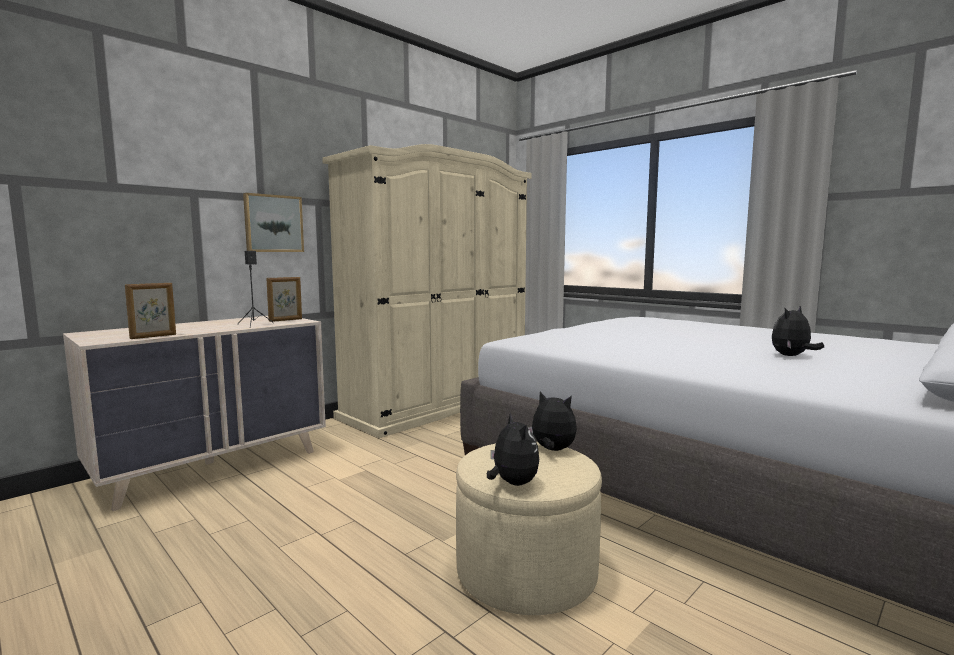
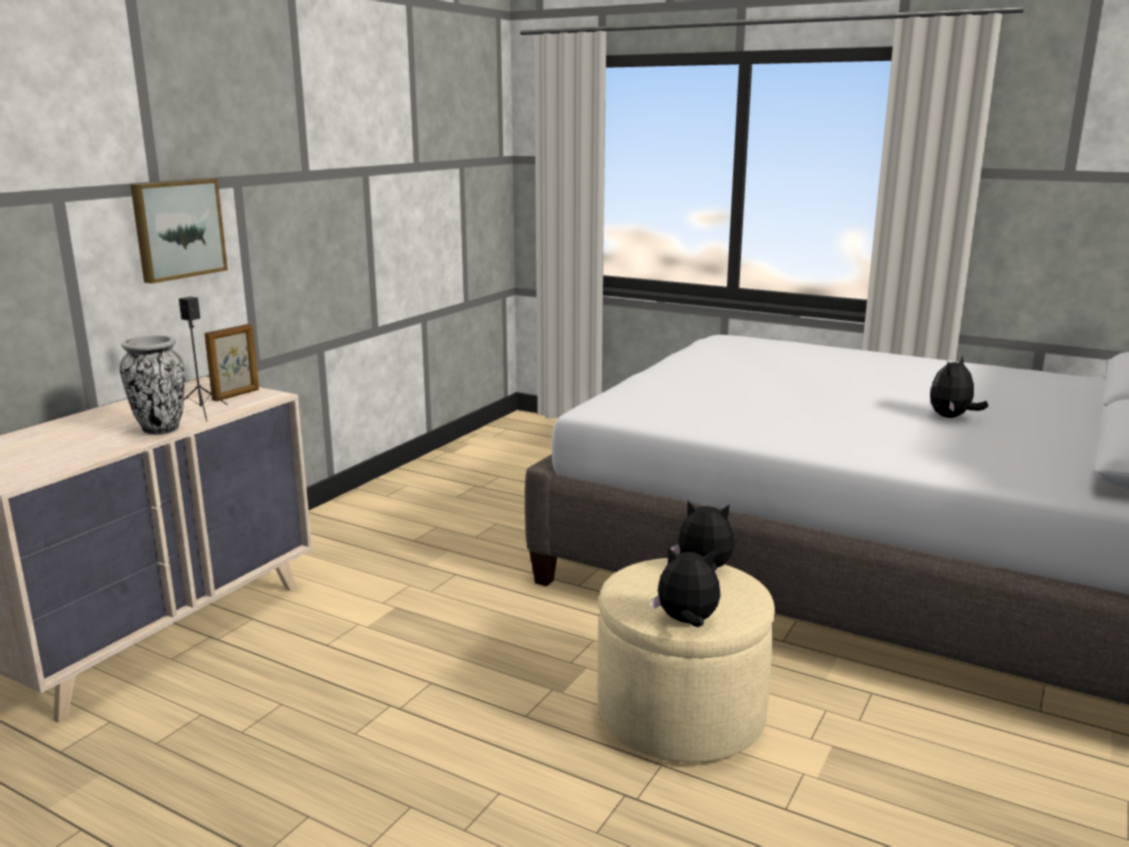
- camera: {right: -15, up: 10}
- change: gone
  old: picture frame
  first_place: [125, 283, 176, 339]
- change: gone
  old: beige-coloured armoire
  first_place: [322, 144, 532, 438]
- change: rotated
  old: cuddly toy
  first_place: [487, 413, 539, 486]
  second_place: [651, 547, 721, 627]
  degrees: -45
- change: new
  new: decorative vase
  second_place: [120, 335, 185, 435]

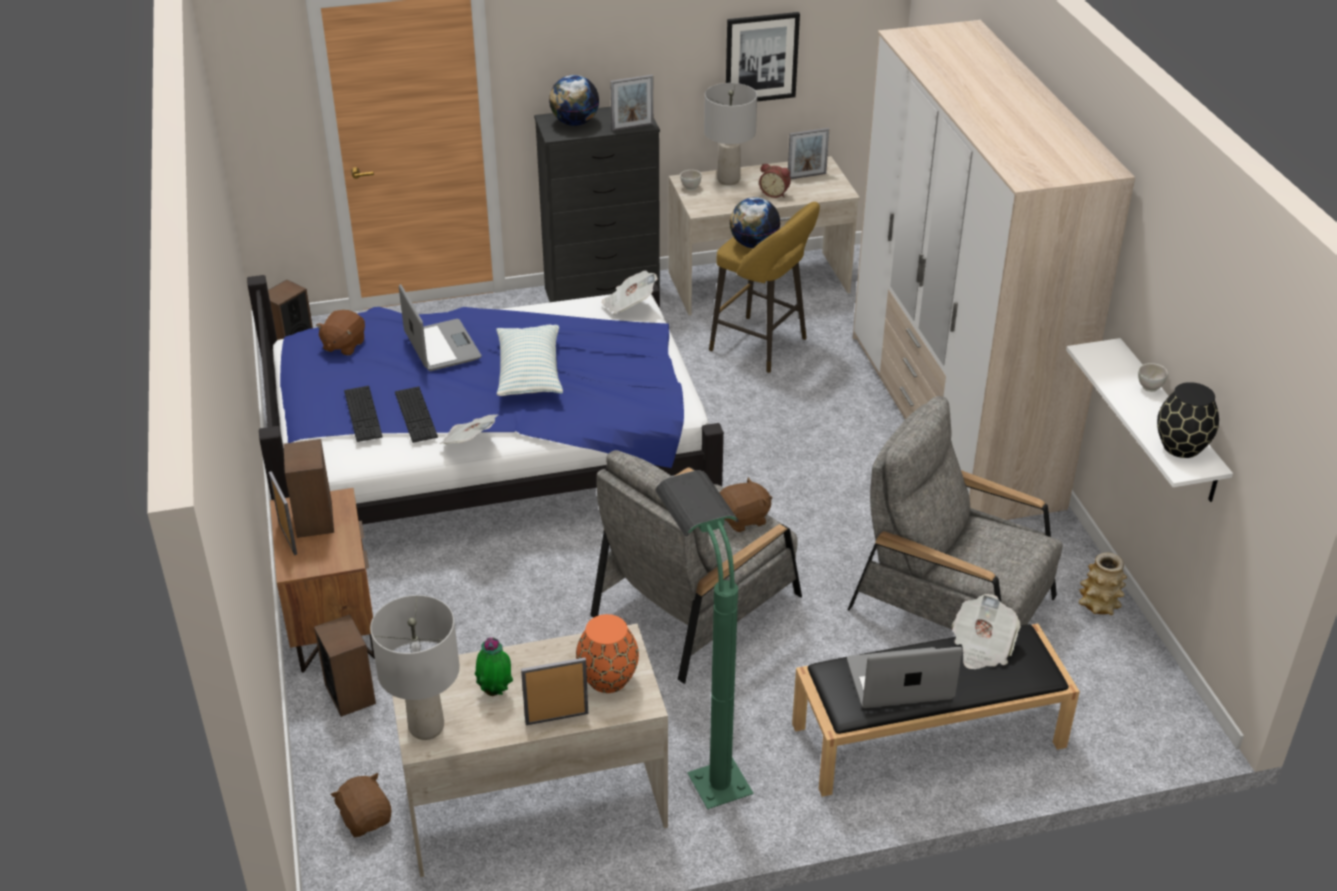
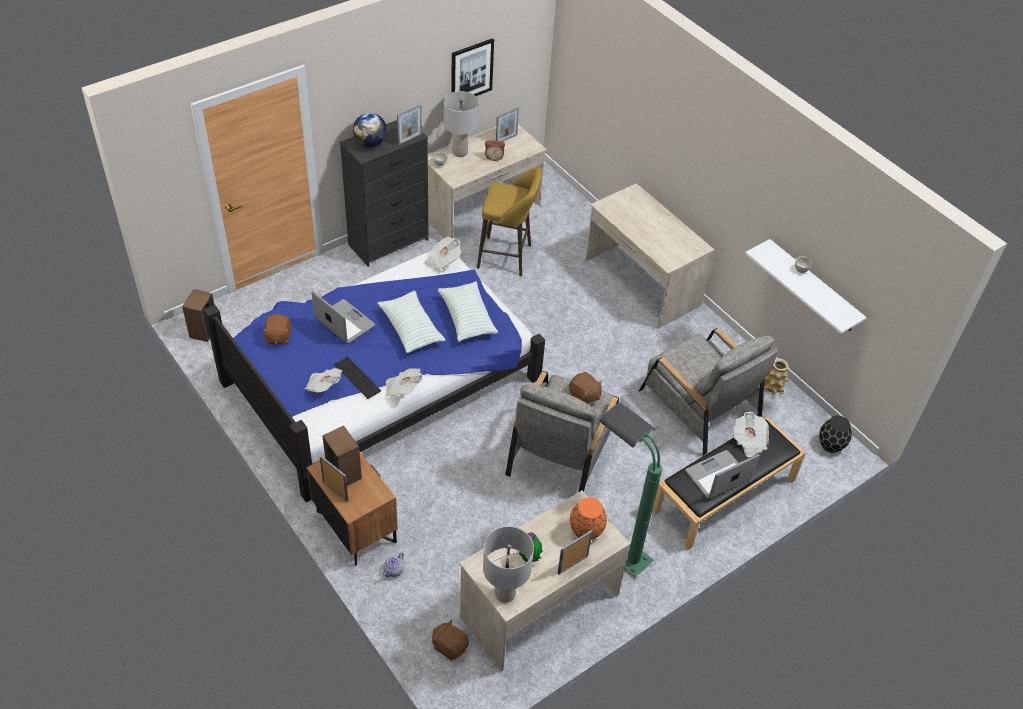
- camera: {right: -25, up: 10}
- change: swapped
  old: speaker
  new: pot for tea
  first_place: [314, 614, 376, 717]
  second_place: [383, 552, 404, 577]
- change: swapped
  old: PC keyboard
  new: daily paper
  first_place: [344, 386, 383, 442]
  second_place: [305, 368, 342, 392]
- change: rotated
  old: brownish cuddly toy
  first_place: [720, 477, 772, 532]
  second_place: [569, 372, 602, 404]
  degrees: 90
- change: gone
  old: desk globe
  first_place: [730, 197, 780, 248]
- change: rotated
  old: greyish lounge chair
  first_place: [848, 396, 1063, 630]
  second_place: [639, 328, 778, 456]
  degrees: -135
- change: swapped
  old: armoire
  new: beige-coloured desk unit
  first_place: [853, 20, 1135, 520]
  second_place: [585, 183, 714, 329]
- change: shifted
  old: black-coloured decorative vase
  first_place: [1157, 382, 1219, 458]
  second_place: [819, 416, 852, 453]
- change: new
  new: pillow
  second_place: [438, 281, 498, 342]

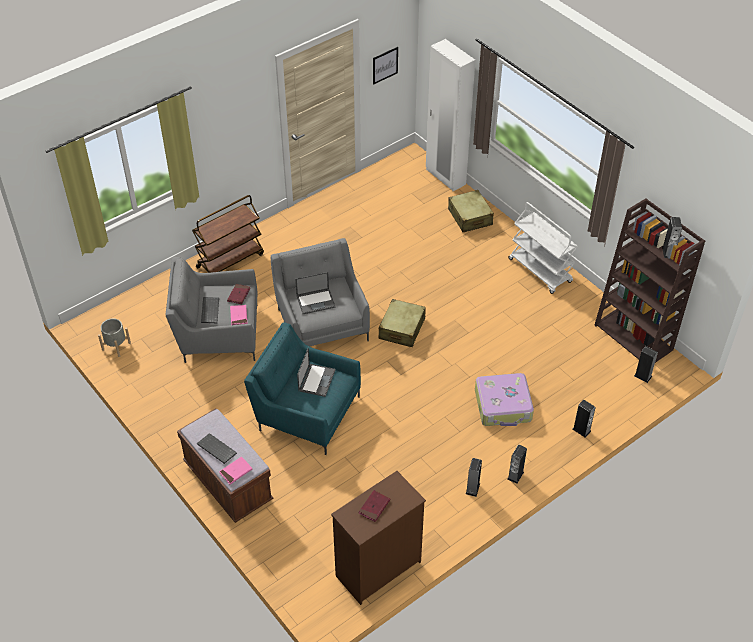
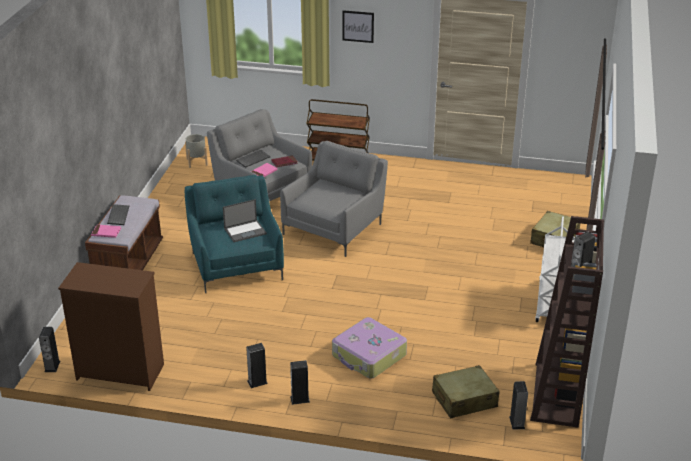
- camera: {right: 50, up: -15}
- change: gone
  old: laptop
  first_place: [295, 272, 336, 314]
- change: gone
  old: red-coloured volume
  first_place: [358, 490, 390, 522]
- change: shifted
  old: wall picture
  first_place: [373, 47, 398, 85]
  second_place: [343, 10, 374, 43]
- change: shifted
  old: beige-coloured suitcase
  first_place: [379, 299, 426, 347]
  second_place: [432, 365, 499, 419]
- change: gone
  old: whitish armoire
  first_place: [426, 39, 475, 191]
- change: shifted
  old: speaker
  first_place: [572, 400, 596, 437]
  second_place: [39, 327, 60, 372]

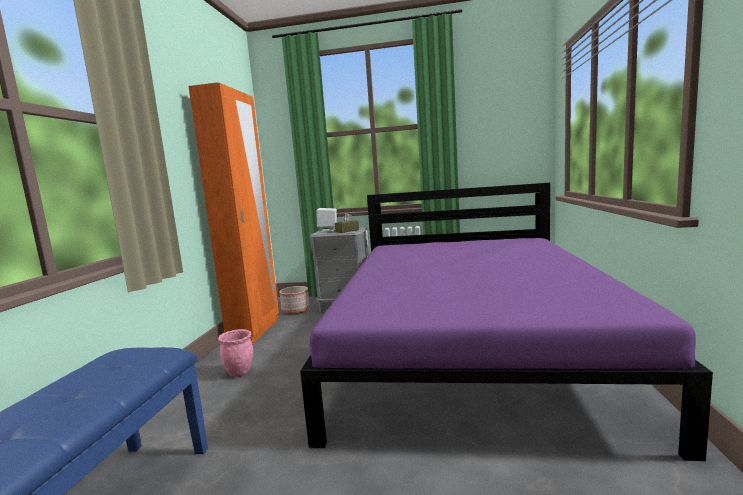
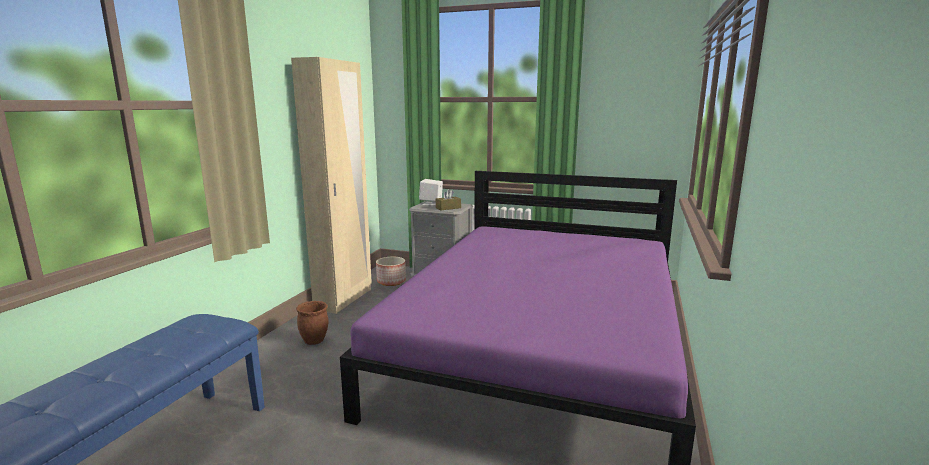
- camera: {right: 10, up: 5}
- change: repainted
  old: orangey armoire
  new: beige-coloured armoire
  first_place: [189, 83, 279, 345]
  second_place: [291, 57, 372, 314]
- change: repainted
  old: pink-coloured flower pot
  new: brownish flower pot
  first_place: [218, 329, 254, 377]
  second_place: [296, 301, 329, 345]

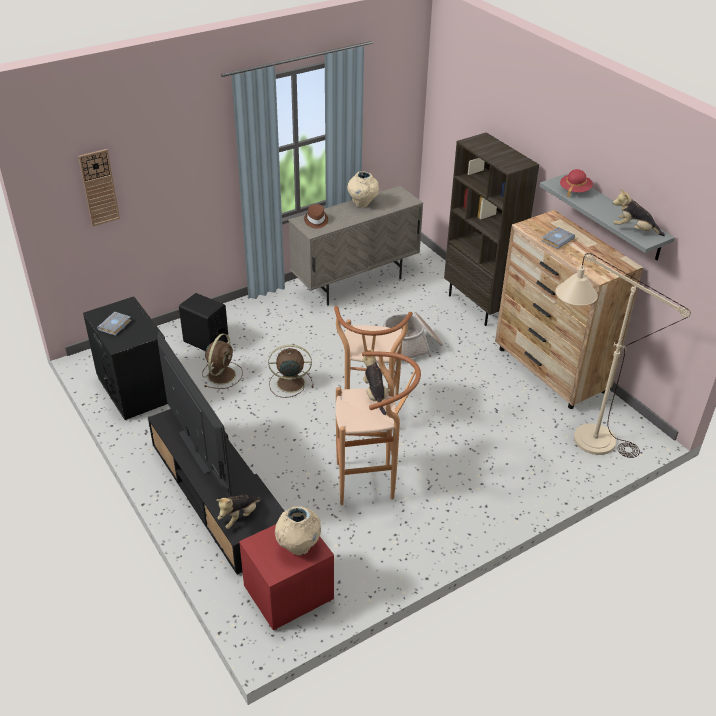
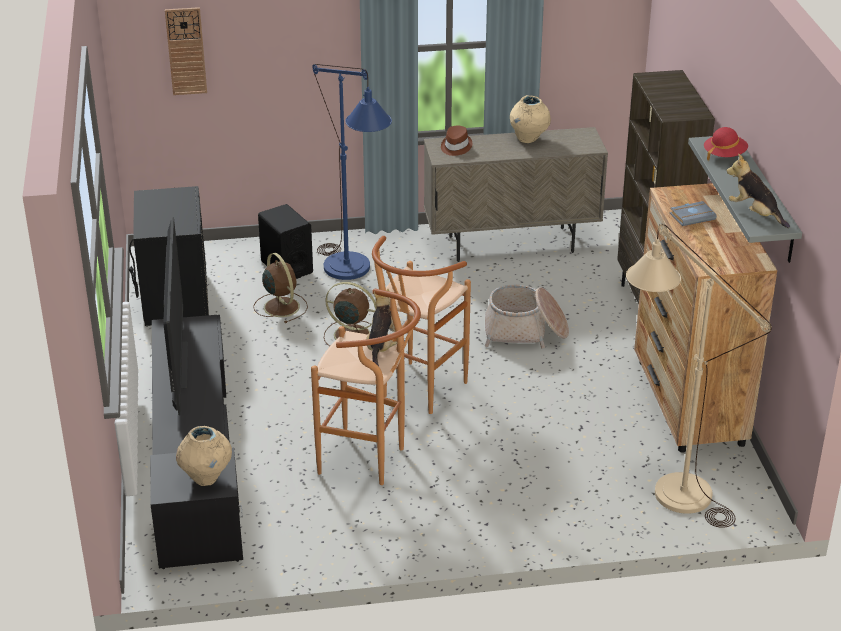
- camera: {right: 25, up: -5}
- change: gone
  old: greyish volume
  first_place: [97, 311, 132, 335]
- change: rotated
  old: brownish electric fan
  first_place: [202, 333, 243, 389]
  second_place: [253, 253, 308, 323]
  degrees: -75
- change: gone
  old: cuddly toy
  first_place: [216, 495, 261, 529]
- change: repainted
  old: red-coloured nightstand
  new: black-coloured nightstand
  first_place: [239, 524, 334, 630]
  second_place: [150, 448, 243, 569]
- change: new
  new: blue-coloured standard lamp
  second_place: [312, 64, 392, 280]

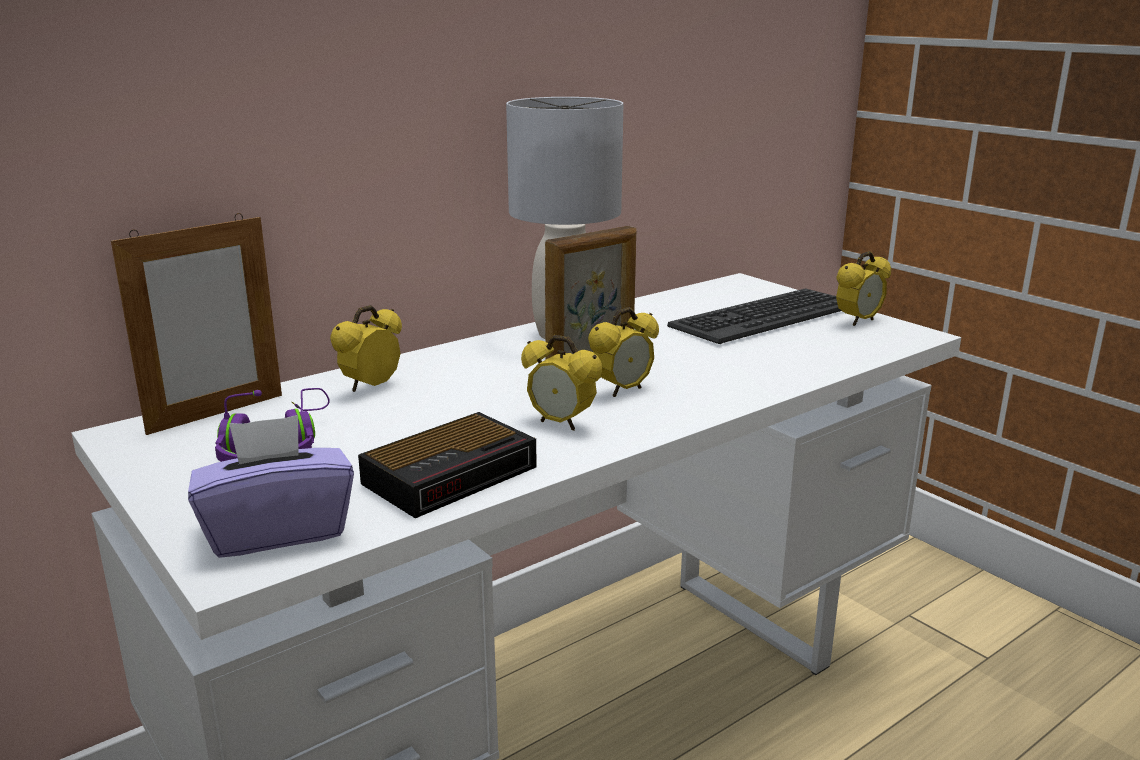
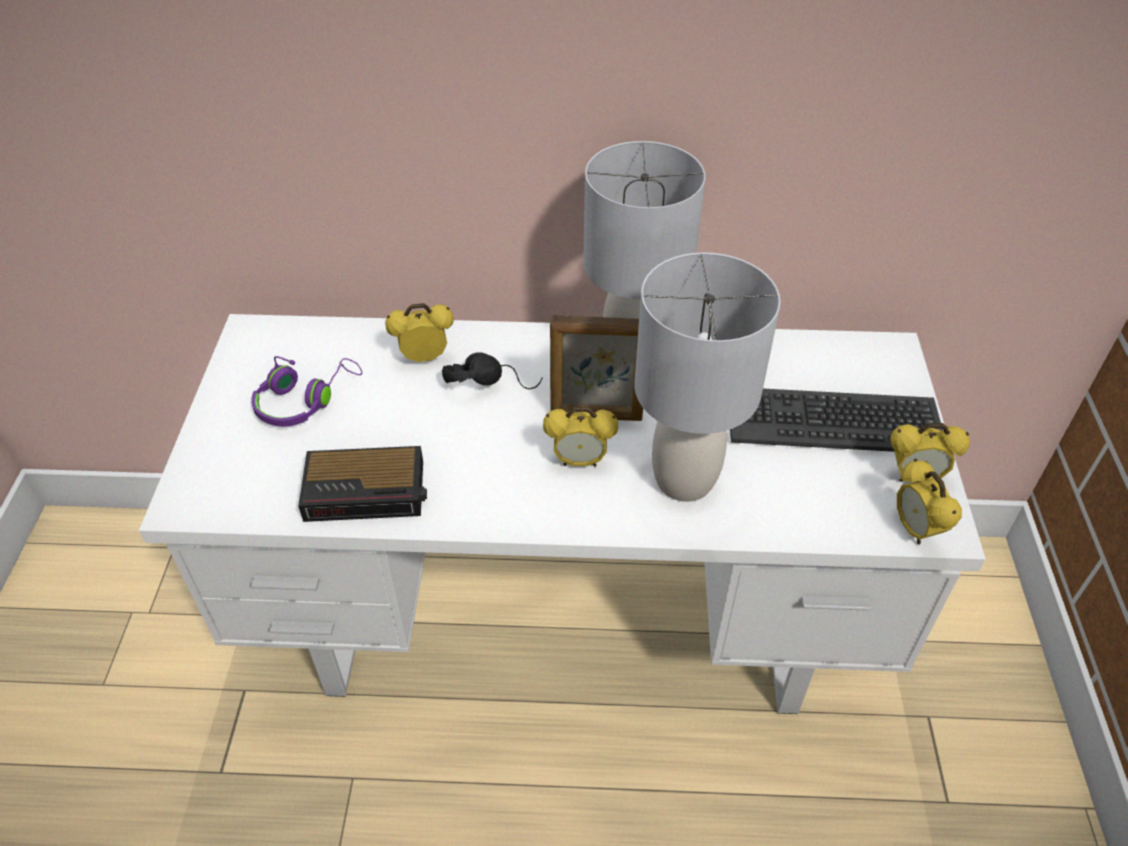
- camera: {right: 40, up: 25}
- change: gone
  old: picture frame
  first_place: [111, 213, 282, 435]
- change: gone
  old: purple-coloured tissue box
  first_place: [188, 415, 354, 558]
- change: shifted
  old: alarm clock
  first_place: [521, 335, 602, 431]
  second_place: [897, 459, 962, 545]
- change: new
  new: black-coloured headphones
  second_place: [442, 352, 543, 389]
- change: new
  new: greyish table lamp
  second_place: [634, 252, 781, 502]

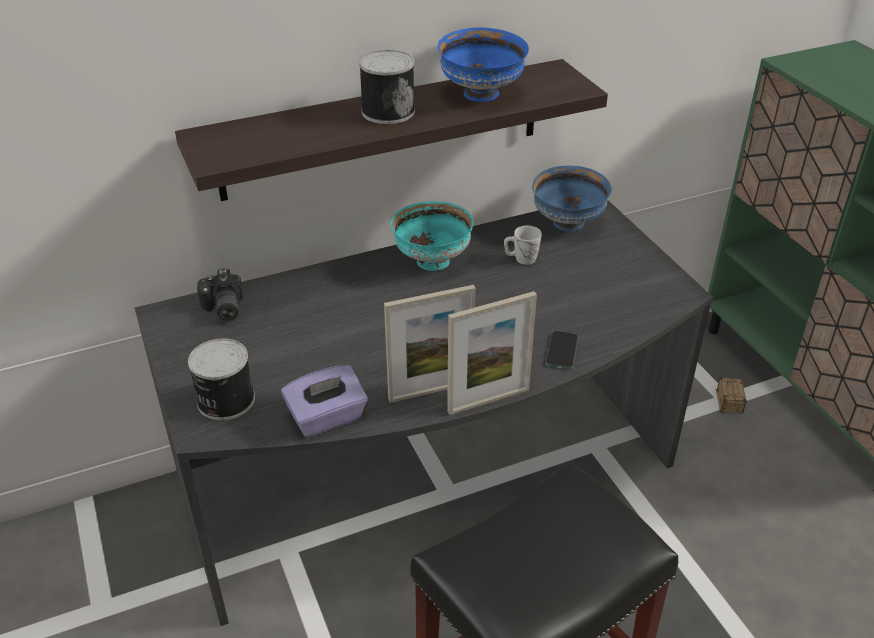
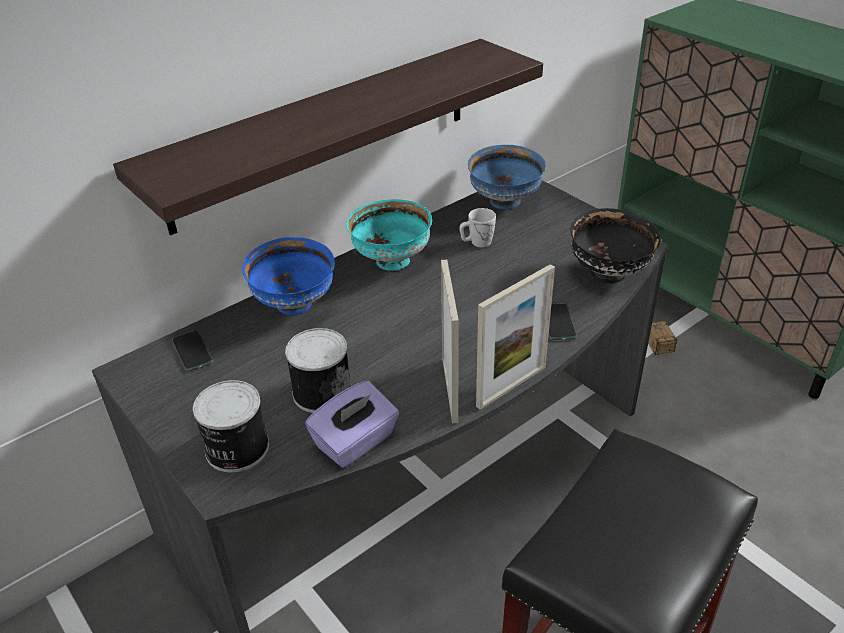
- camera: {right: -15, up: 0}
- change: swapped
  old: photo camera
  new: phone
  first_place: [197, 269, 243, 322]
  second_place: [172, 331, 213, 371]
- change: shifted
  old: metal can
  first_place: [359, 50, 415, 124]
  second_place: [285, 328, 351, 413]
- change: rotated
  old: picture frame
  first_place: [384, 285, 476, 403]
  second_place: [441, 260, 459, 423]
  degrees: -60
- change: shifted
  old: blue-coloured serving bowl
  first_place: [438, 27, 529, 102]
  second_place: [242, 237, 335, 315]
- change: new
  new: black-coloured serving bowl
  second_place: [571, 208, 661, 283]

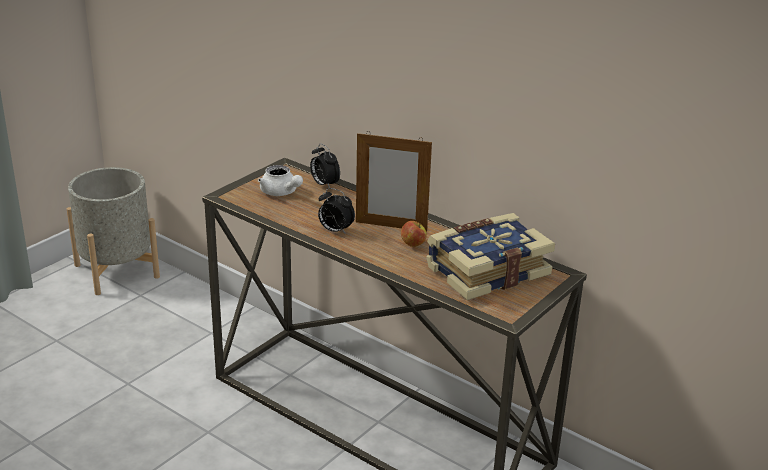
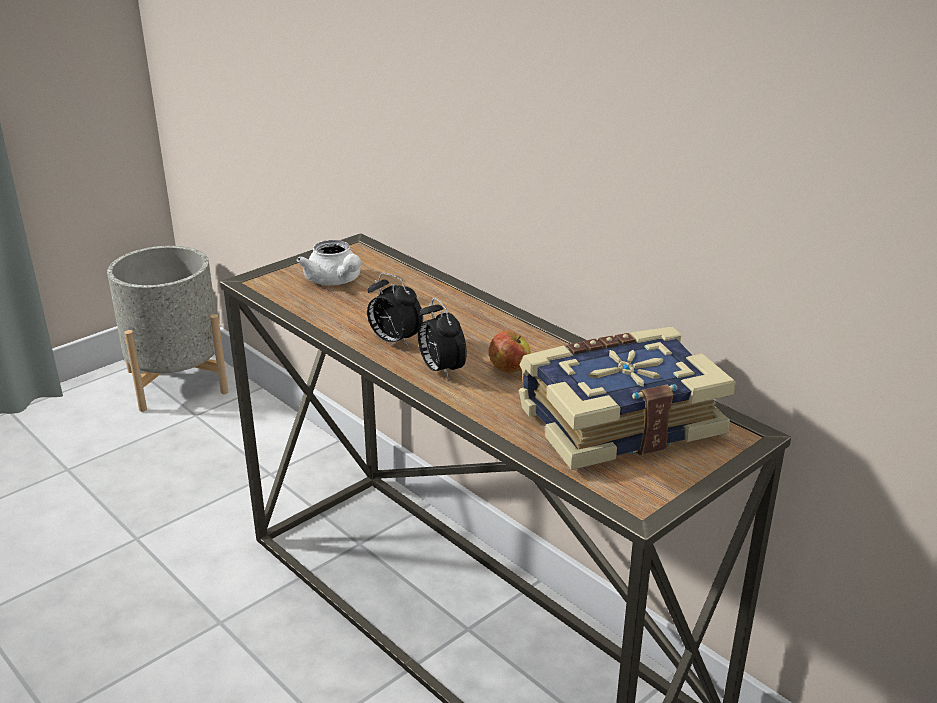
- camera: {right: 10, up: 0}
- change: shifted
  old: alarm clock
  first_place: [310, 143, 340, 188]
  second_place: [418, 298, 467, 380]
- change: gone
  old: picture frame
  first_place: [356, 131, 432, 232]

